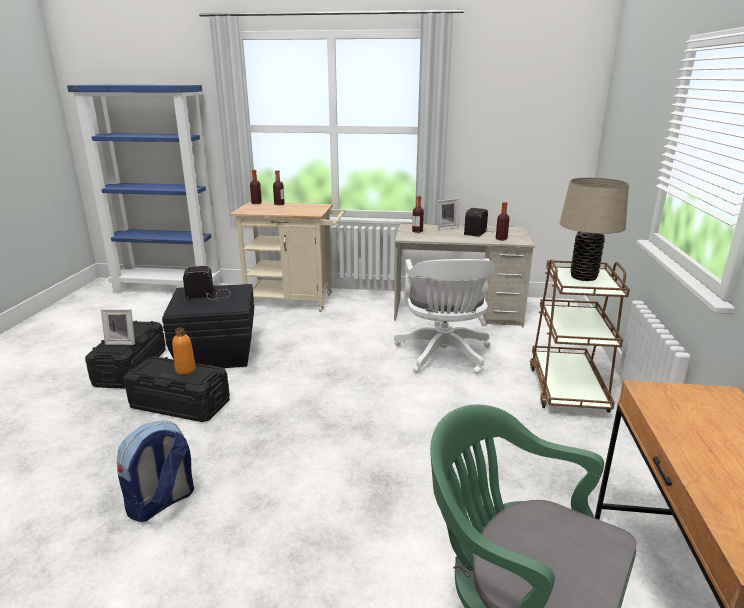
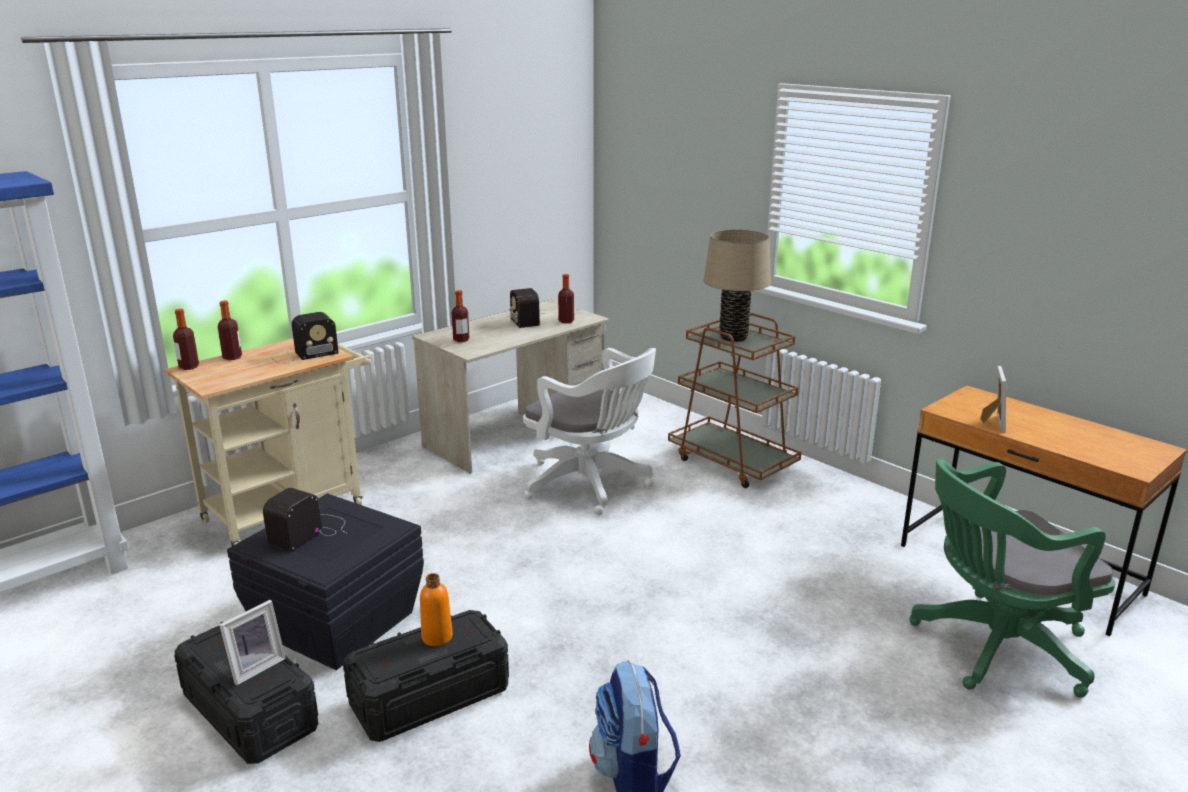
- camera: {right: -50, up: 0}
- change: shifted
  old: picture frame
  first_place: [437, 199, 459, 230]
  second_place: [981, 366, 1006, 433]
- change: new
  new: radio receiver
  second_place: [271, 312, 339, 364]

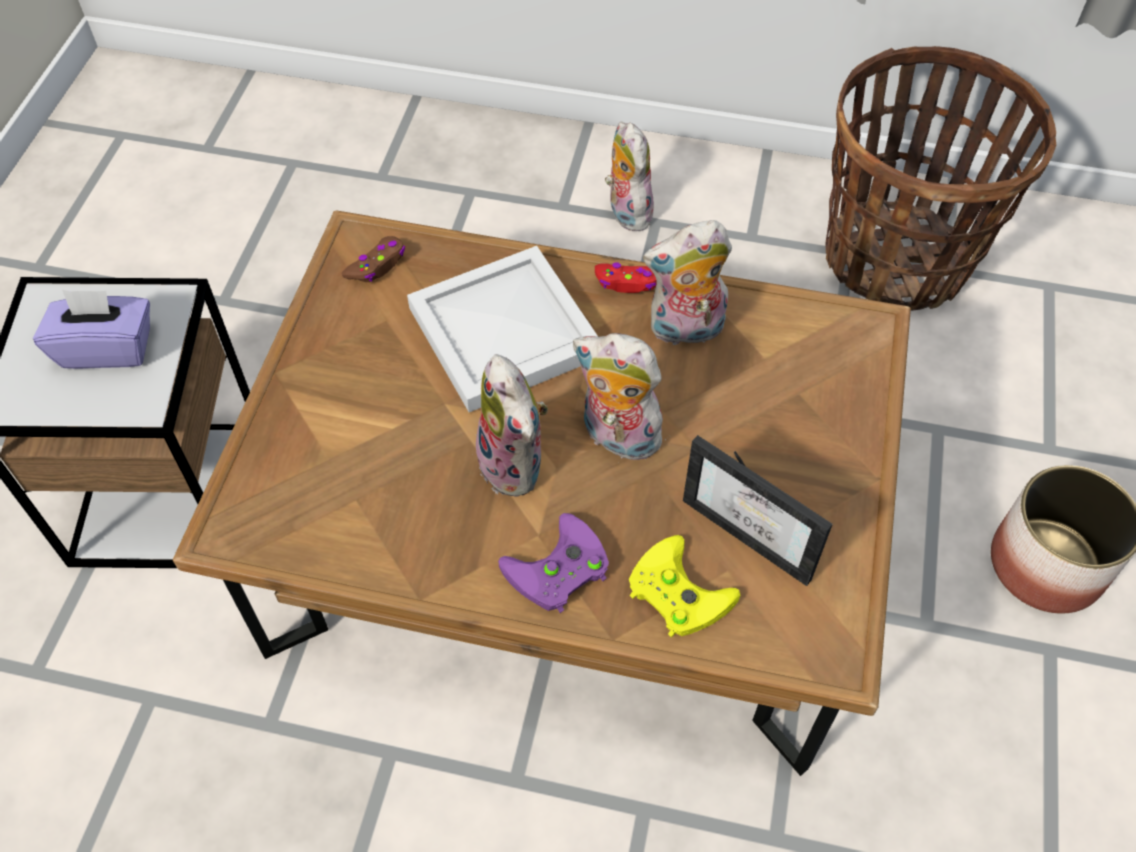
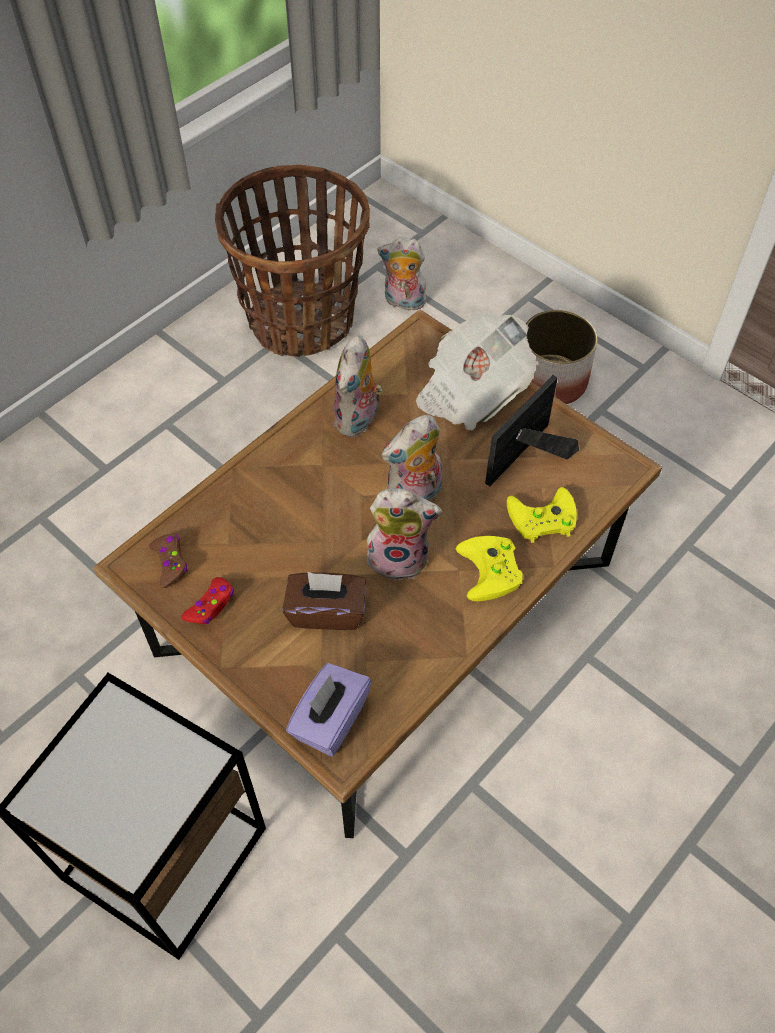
- camera: {right: -60, up: 0}
- change: shifted
  old: purple-coloured tissue box
  first_place: [33, 289, 150, 369]
  second_place: [286, 663, 372, 756]
- change: gone
  old: whitish serving tray
  first_place: [407, 246, 598, 412]
- change: repainted
  old: purple-coloured joypad
  new: yellow joypad
  first_place: [498, 513, 609, 613]
  second_place: [455, 536, 523, 601]
- change: shifted
  old: red-coloured joypad
  first_place: [595, 262, 657, 293]
  second_place: [181, 577, 234, 624]
- change: shifted
  old: cuddly toy
  first_place: [605, 122, 654, 231]
  second_place: [377, 238, 426, 311]
- change: rotated
  old: picture frame
  first_place: [683, 435, 833, 586]
  second_place: [485, 375, 579, 486]
  degrees: 150
- change: new
  new: brownish tissue box
  second_place: [282, 572, 366, 630]
- change: new
  new: daily paper
  second_place: [416, 312, 537, 431]

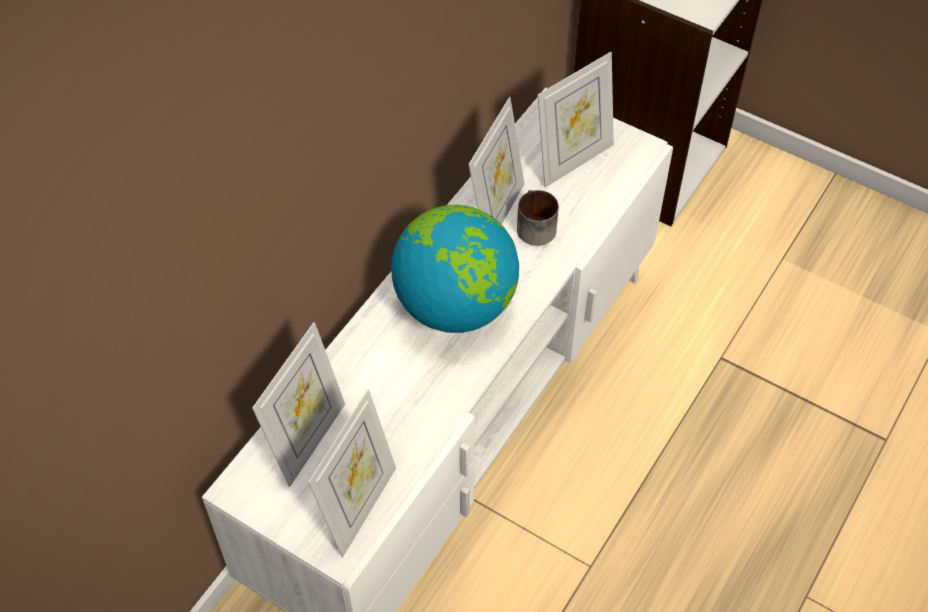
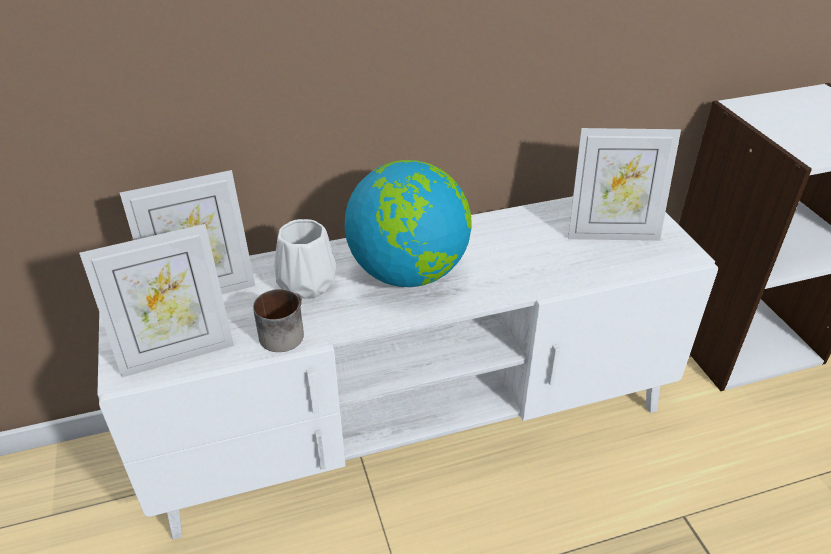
- camera: {right: 40, up: -15}
- change: gone
  old: picture frame
  first_place: [468, 97, 524, 224]
- change: shifted
  old: mug
  first_place: [517, 190, 559, 246]
  second_place: [253, 289, 304, 352]
- change: new
  new: whitish decorative vase
  second_place: [274, 219, 336, 298]

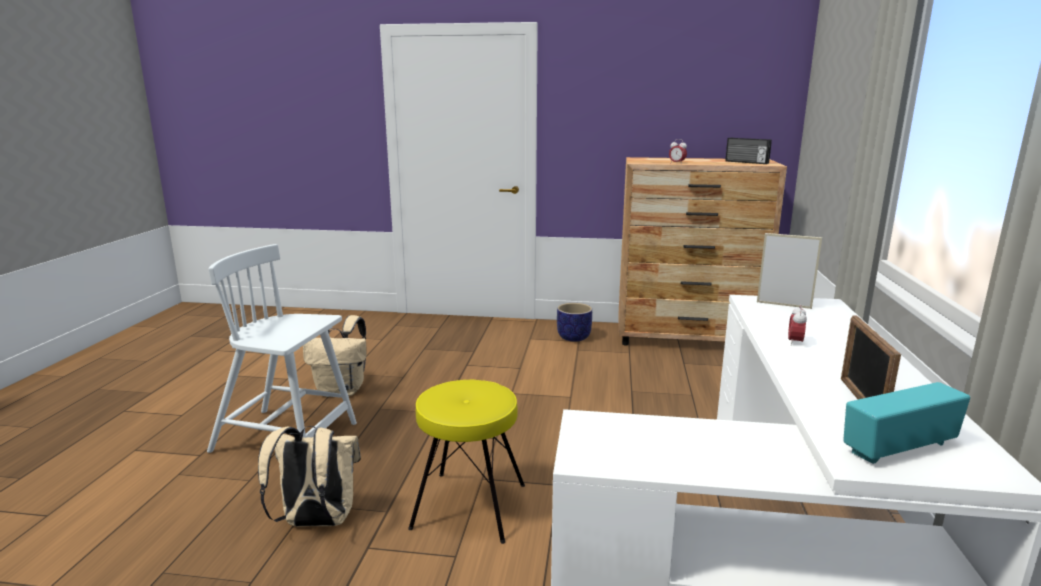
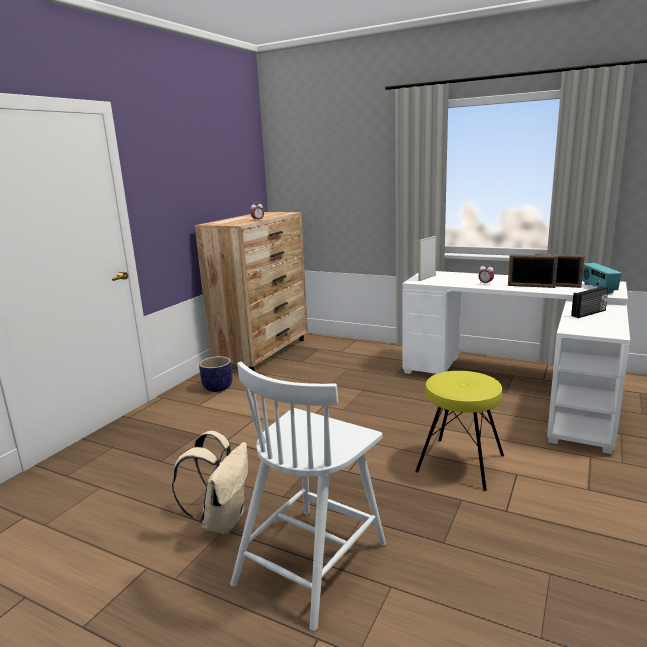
- camera: {right: -70, up: 0}
- change: gone
  old: beige-coloured knapsack
  first_place: [258, 426, 361, 527]
- change: shifted
  old: radio receiver
  first_place: [725, 138, 772, 164]
  second_place: [571, 286, 608, 318]
- change: new
  new: picture frame
  second_place: [508, 255, 558, 288]

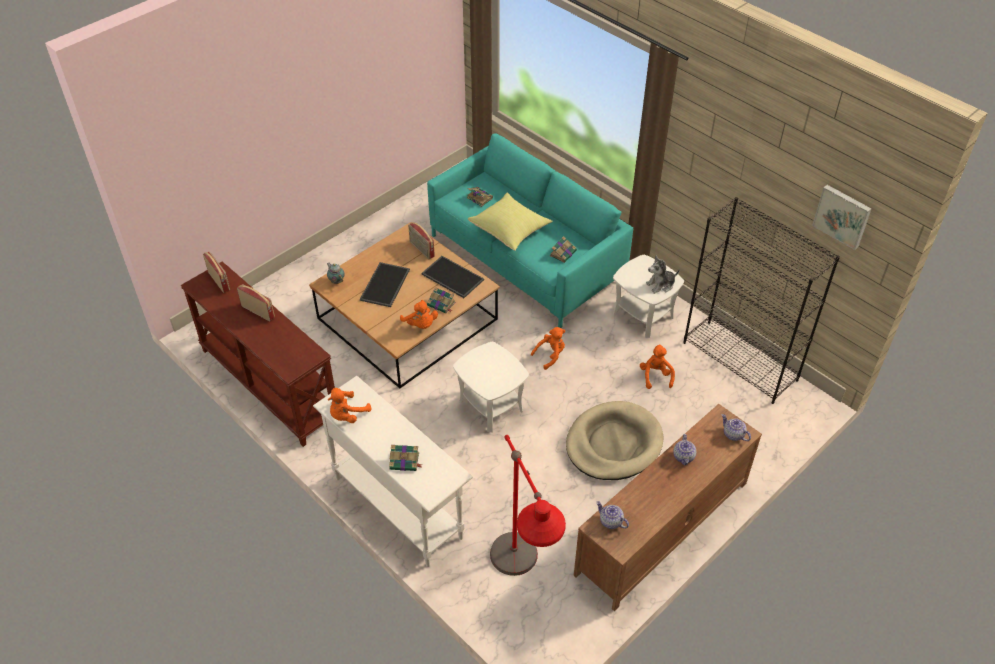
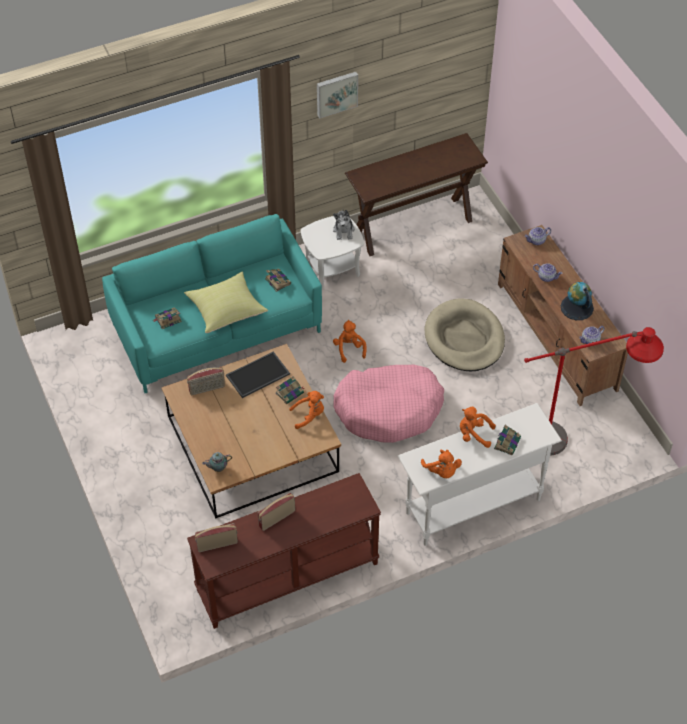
- camera: {right: -70, up: 5}
- change: gone
  old: serving tray
  first_place: [360, 262, 410, 307]
- change: swapped
  old: whitish side table
  new: pink-coloured pet bed
  first_place: [453, 342, 529, 432]
  second_place: [333, 365, 444, 443]
- change: shifted
  old: orangey cuddly toy
  first_place: [640, 344, 675, 389]
  second_place: [460, 407, 496, 448]
- change: swapped
  old: black-coloured shelving unit
  new: brownish narrow table
  first_place: [683, 197, 840, 404]
  second_place: [345, 133, 488, 256]
- change: shifted
  old: wall picture
  first_place: [812, 185, 872, 250]
  second_place: [317, 72, 358, 119]
- change: new
  new: desk globe
  second_place: [561, 282, 594, 320]

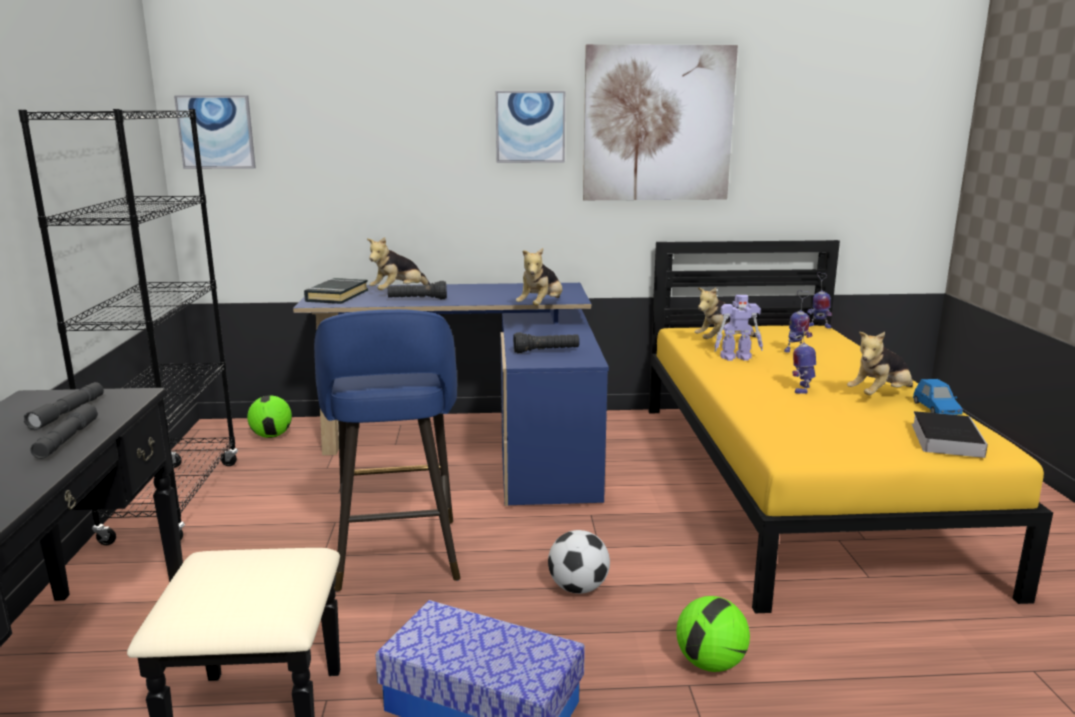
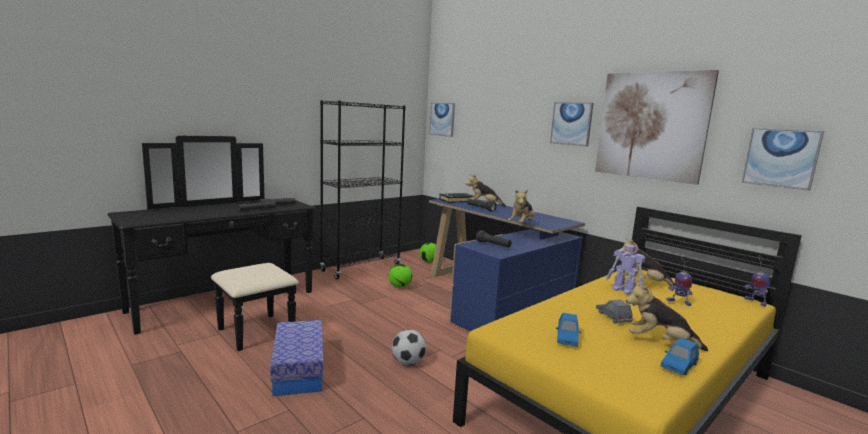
- camera: {right: 50, up: -5}
- change: gone
  old: blue-coloured stool seat
  first_place: [314, 309, 460, 592]
- change: rotated
  old: cuddly toy
  first_place: [516, 248, 562, 306]
  second_place: [508, 190, 535, 223]
  degrees: -45
- change: shifted
  old: football ball
  first_place: [676, 596, 750, 672]
  second_place: [388, 264, 412, 288]
- change: swapped
  old: robot figure
  new: greyish model car
  first_place: [792, 318, 816, 394]
  second_place: [596, 299, 633, 323]
- change: gone
  old: volume
  first_place: [912, 411, 988, 458]
- change: new
  new: blue-coloured model car
  second_place: [556, 313, 581, 347]
- change: new
  new: wall picture
  second_place: [742, 128, 824, 191]

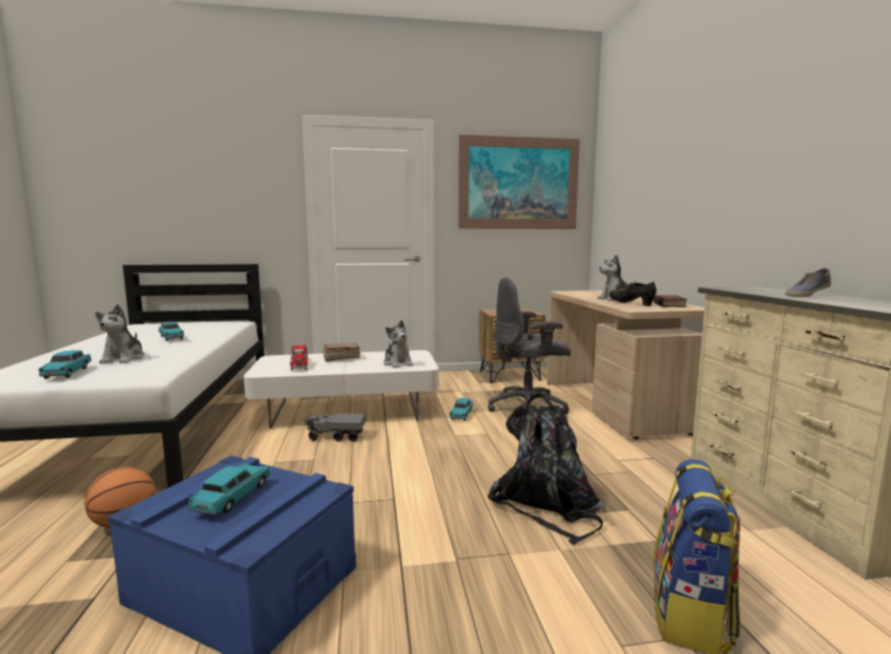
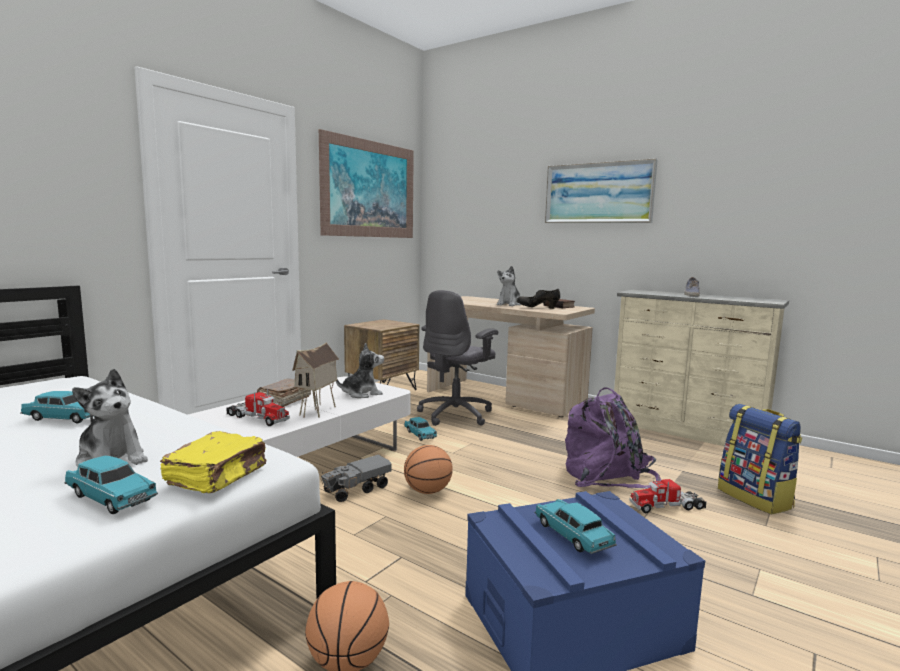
- camera: {right: -45, up: 0}
- change: rotated
  old: cuddly toy
  first_place: [384, 320, 413, 368]
  second_place: [336, 343, 384, 398]
  degrees: -45
- change: repainted
  old: black-coloured knapsack
  new: purple-coloured knapsack
  first_place: [488, 394, 605, 545]
  second_place: [565, 387, 661, 488]
- change: new
  new: yellow volume
  second_place: [160, 431, 267, 493]
- change: new
  new: toy house
  second_place: [292, 342, 339, 418]
- change: new
  new: ball for basketball
  second_place: [404, 445, 453, 494]
- change: new
  new: wall picture
  second_place: [545, 158, 658, 223]
- change: new
  new: toy truck
  second_place: [629, 475, 706, 513]

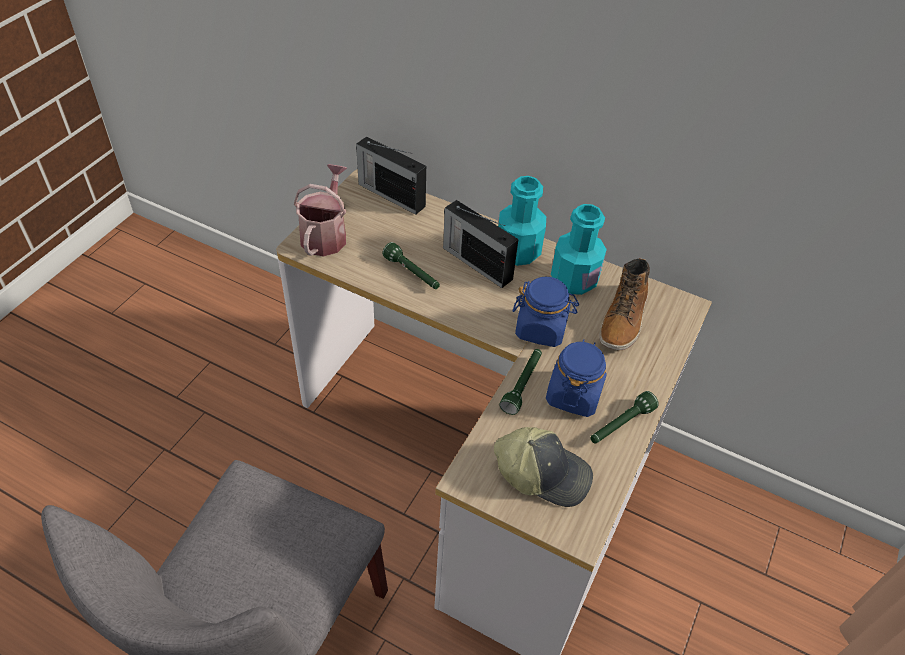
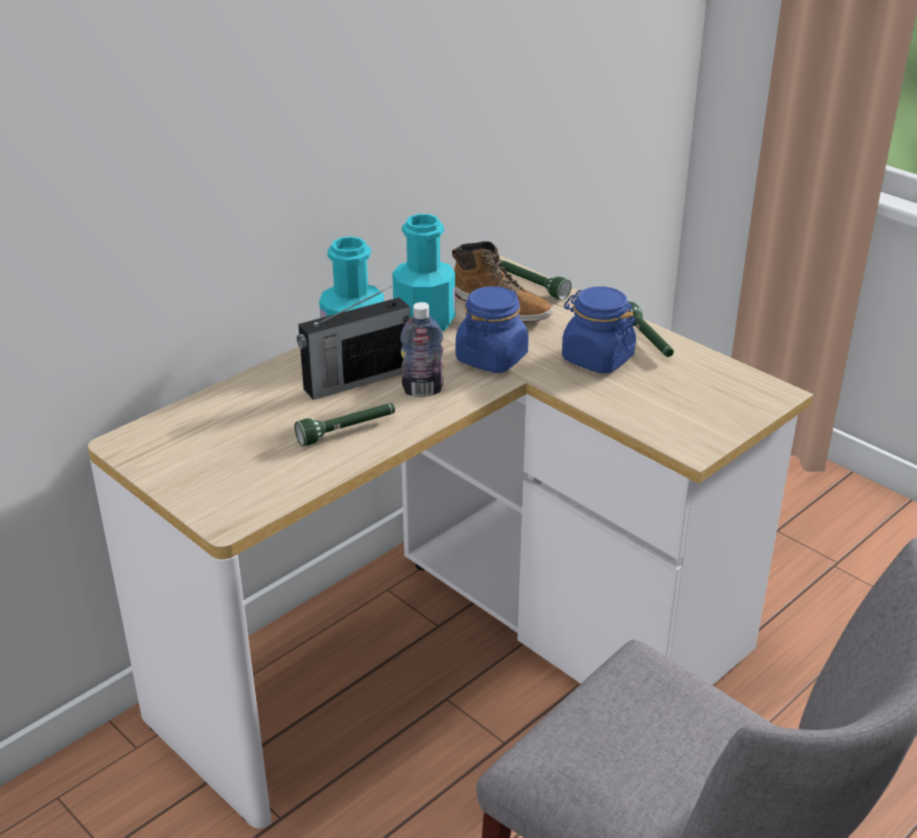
- camera: {right: -70, up: -15}
- change: gone
  old: watering can
  first_place: [294, 164, 347, 257]
- change: gone
  old: radio receiver
  first_place: [356, 136, 426, 215]
- change: gone
  old: peaked cap
  first_place: [494, 427, 593, 507]
- change: shifted
  old: green torch
  first_place: [500, 349, 542, 415]
  second_place: [500, 260, 572, 300]
- change: new
  new: bottle
  second_place: [401, 302, 444, 397]

